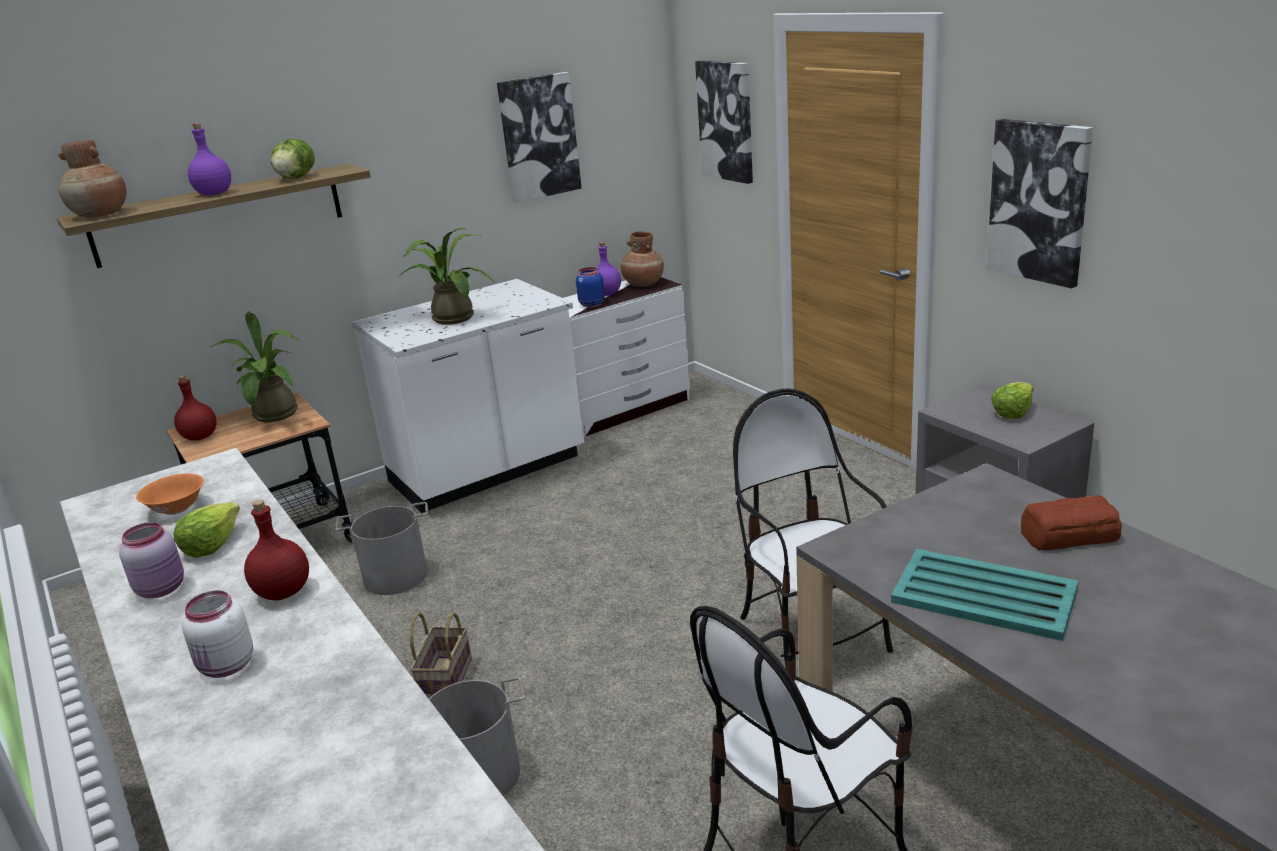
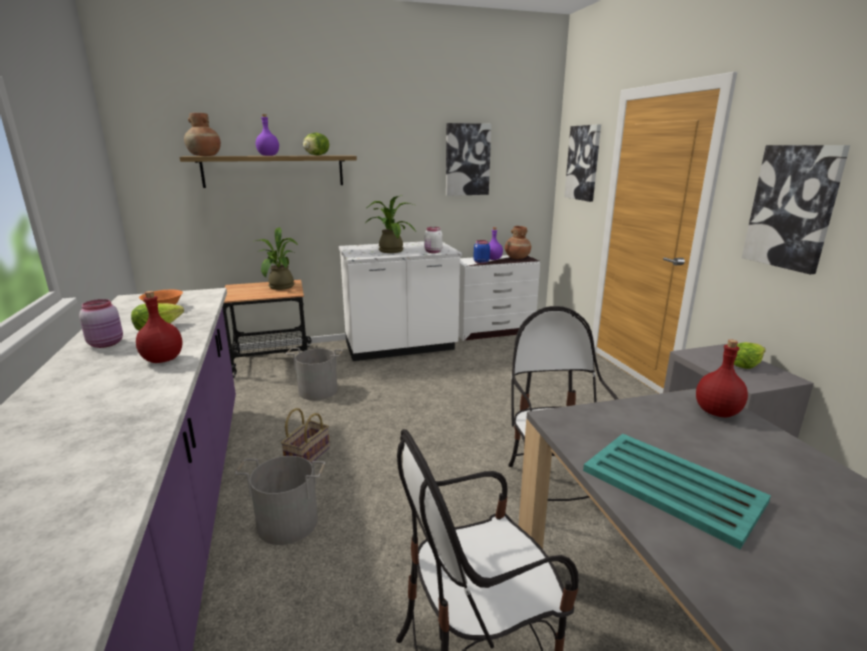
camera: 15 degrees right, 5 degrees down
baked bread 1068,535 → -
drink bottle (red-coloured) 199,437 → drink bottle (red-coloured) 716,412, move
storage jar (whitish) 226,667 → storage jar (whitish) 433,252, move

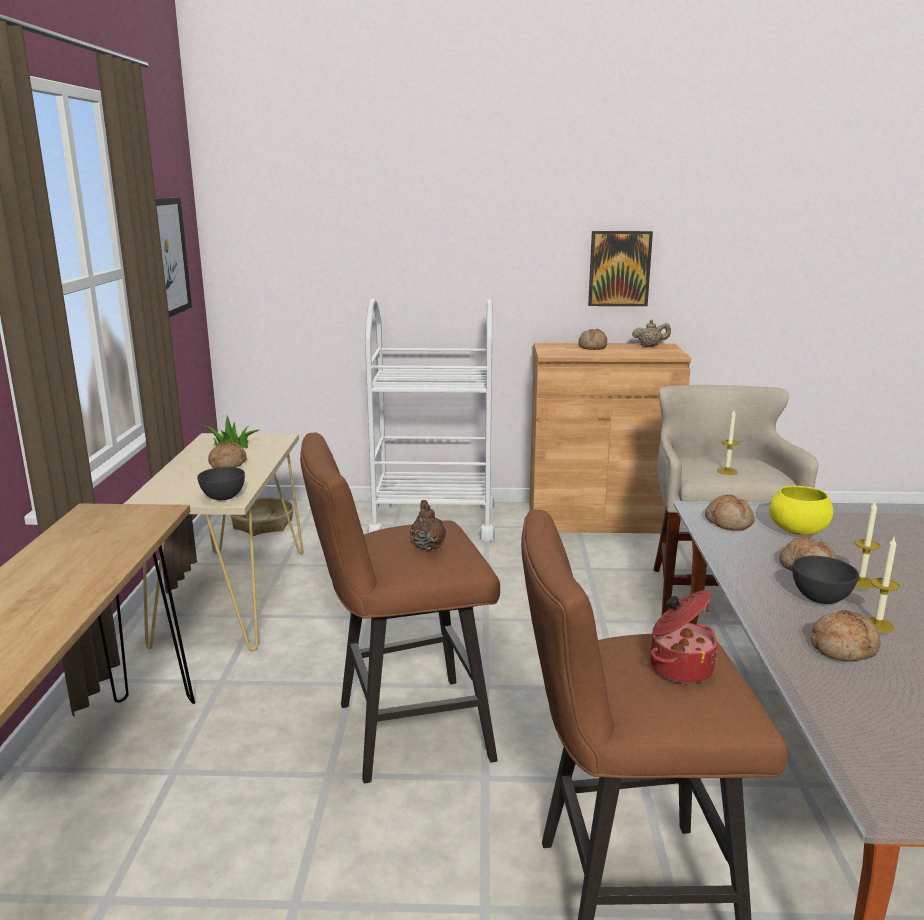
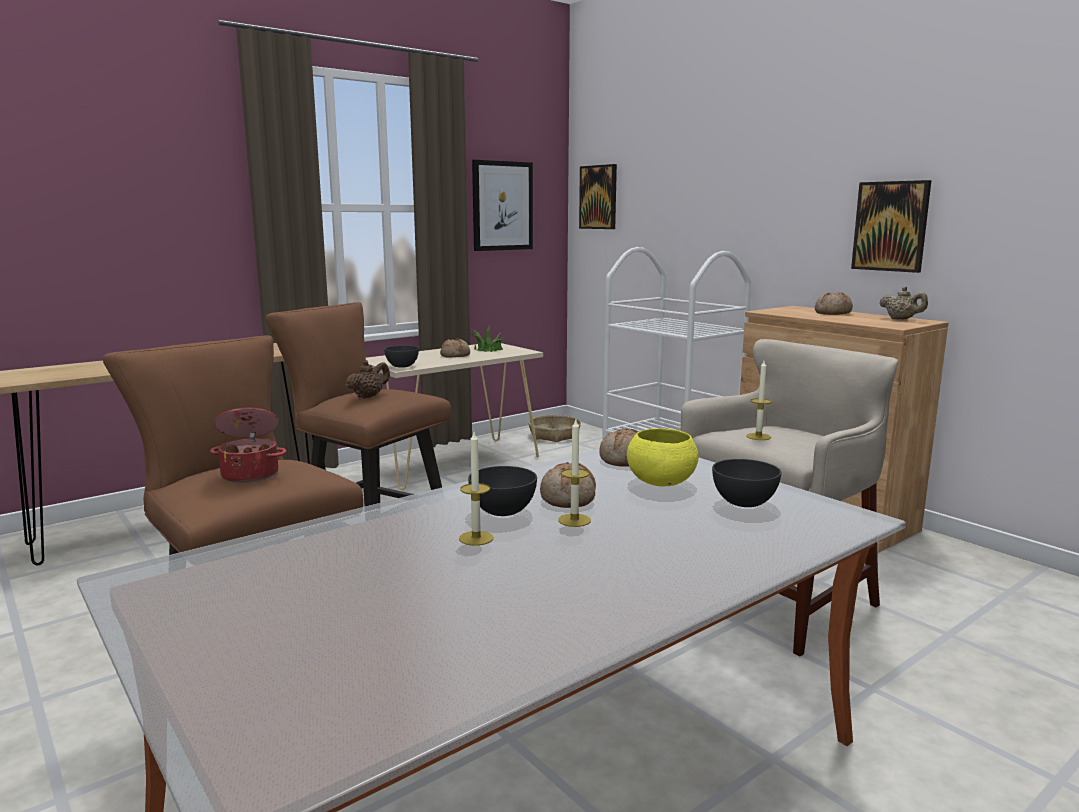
camera: 50 degrees right, 5 degrees down
baked bread 842,647 → -
- → picture 598,197
- → bowl (grey) 744,503

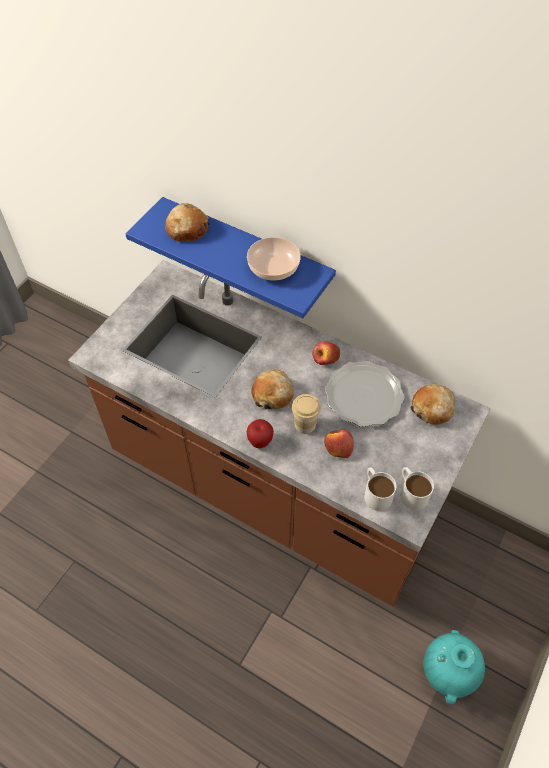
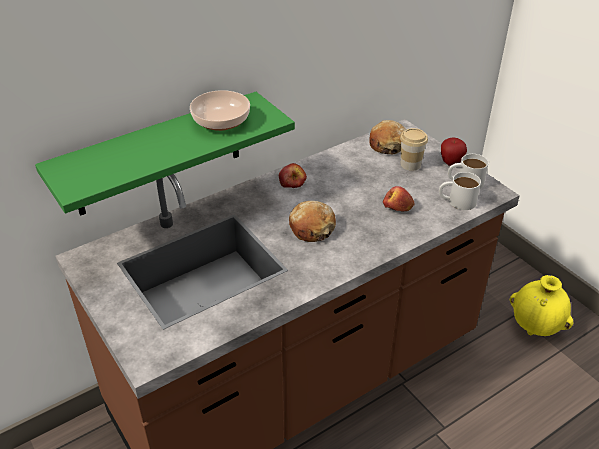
camera: 65 degrees left, 15 degrees down
baked bread 187,229 → -
dinner plate 364,396 → -
whole apple 260,442 → whole apple 451,163, move
drinking cup 305,424 → drinking cup 410,164, move
wall shelf (bluish) 246,254 → wall shelf (green-coloured) 158,155
flower vase (turquoise-coloured) 447,673 → flower vase (yellowish) 535,328

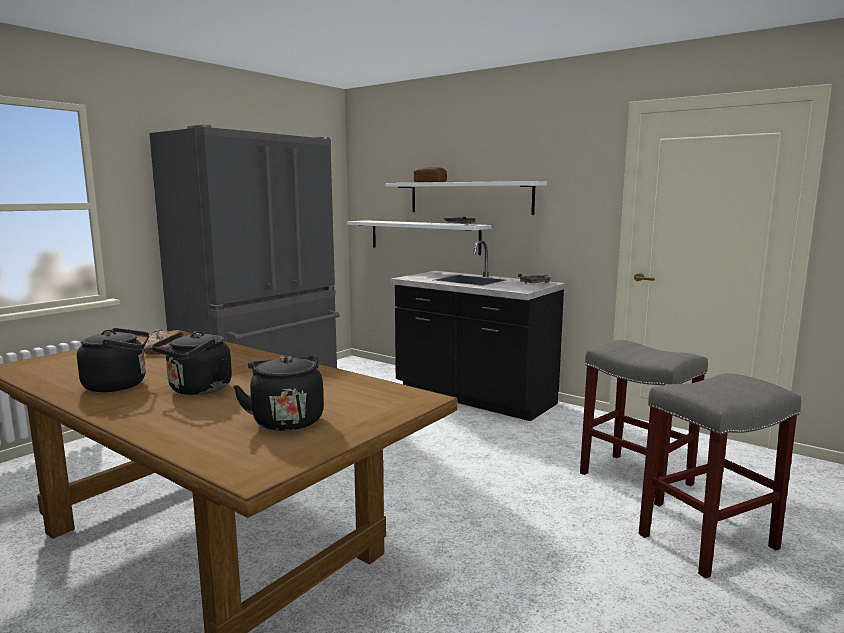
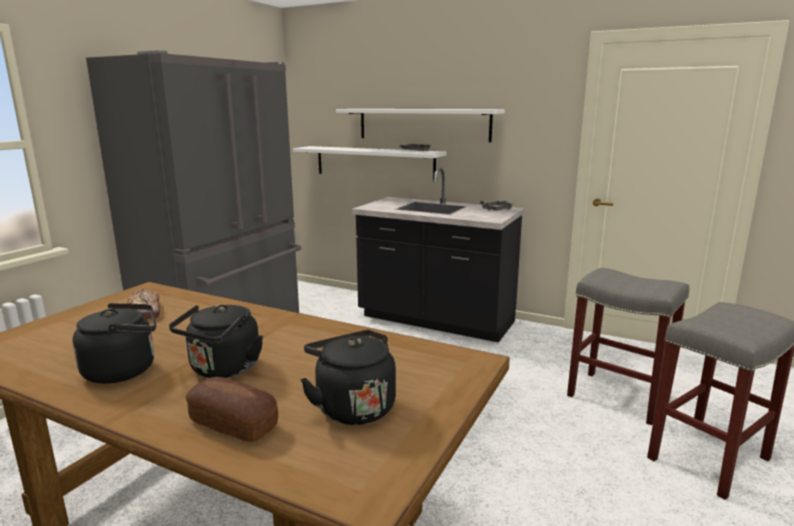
camera: 10 degrees left, 5 degrees up
baked bread 430,182 → baked bread 233,424, move

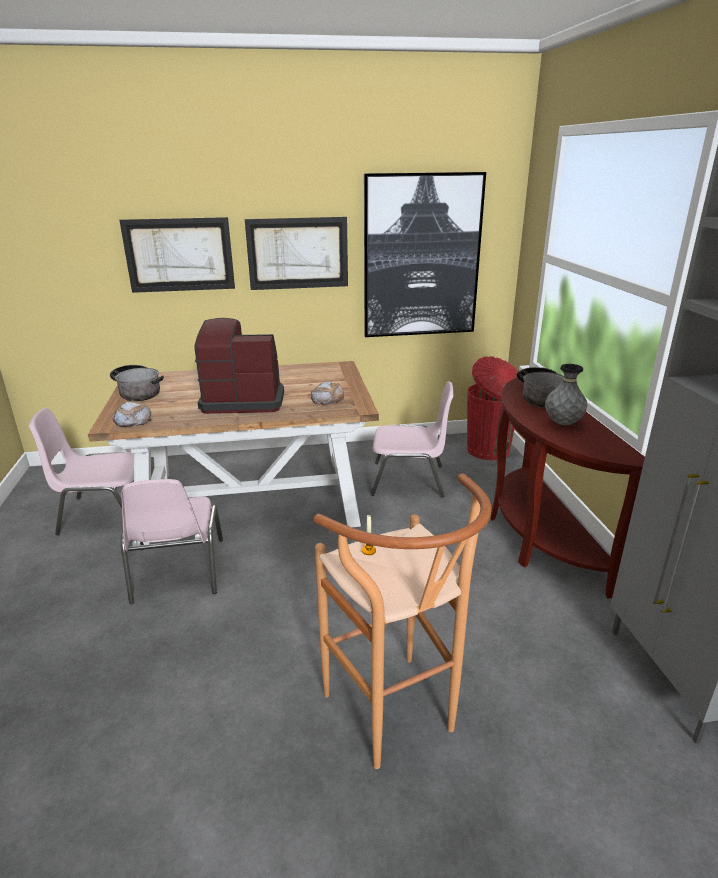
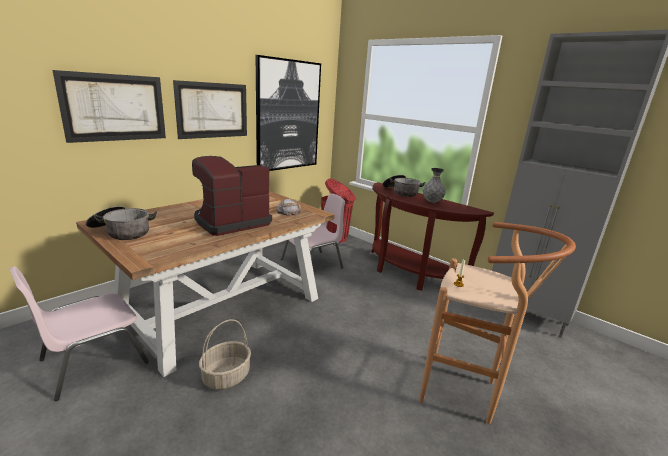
camera: 40 degrees left, 5 degrees down
baked bread 132,420 → -
chair (pink) 177,571 → basket 226,377

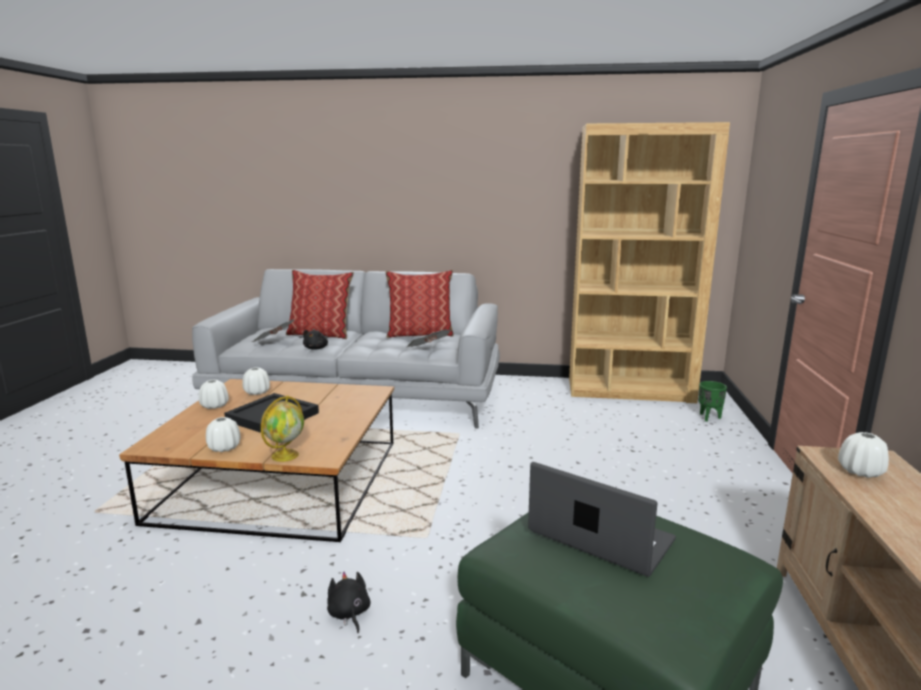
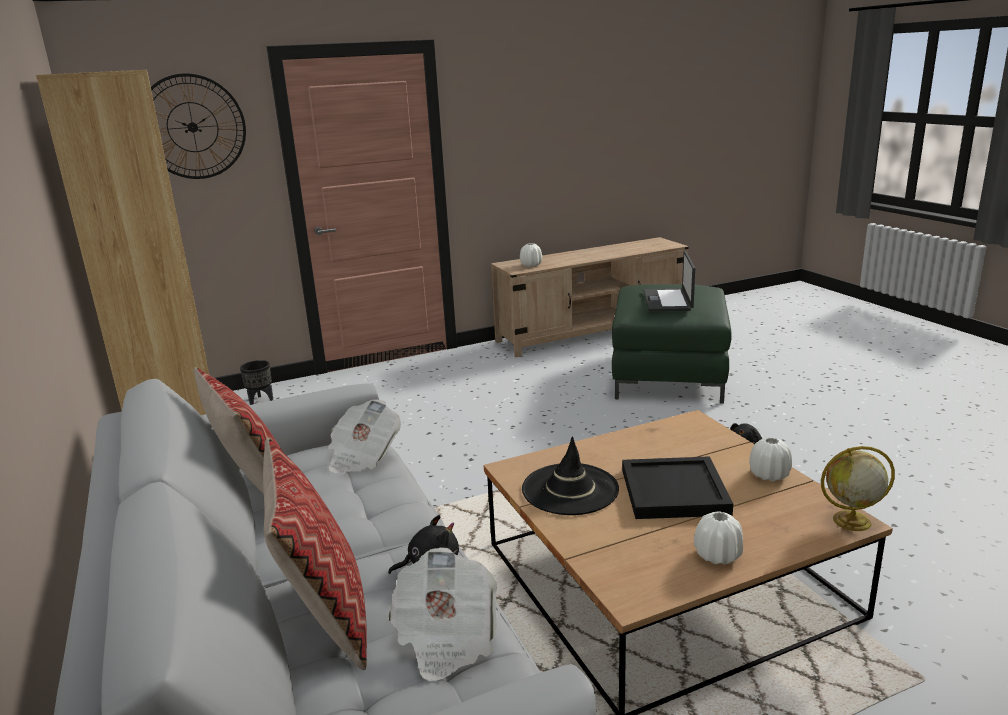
camera: 120 degrees left, 5 degrees up
flower vase (whitish) 257,392 → -
- → wall clock 192,127
- → wearable hat (blackish) 570,489
globe 285,455 → globe 850,521, move
planter (green-coloured) 708,417 → planter (blackish) 260,401

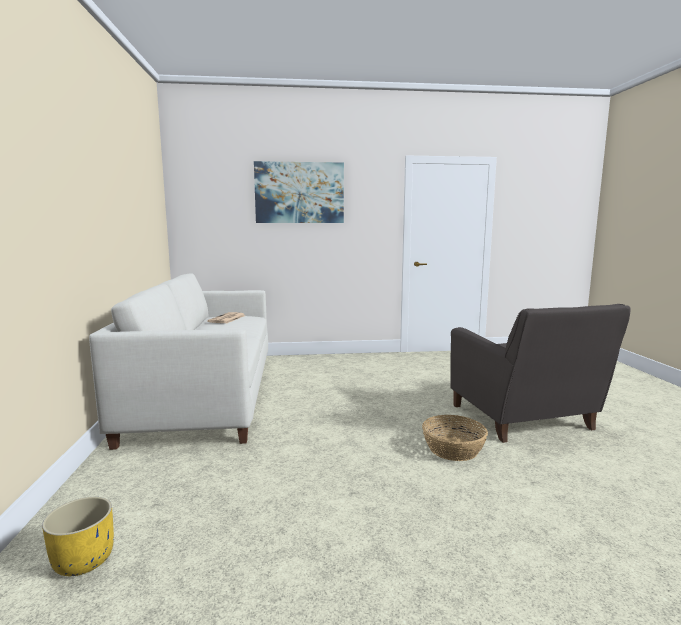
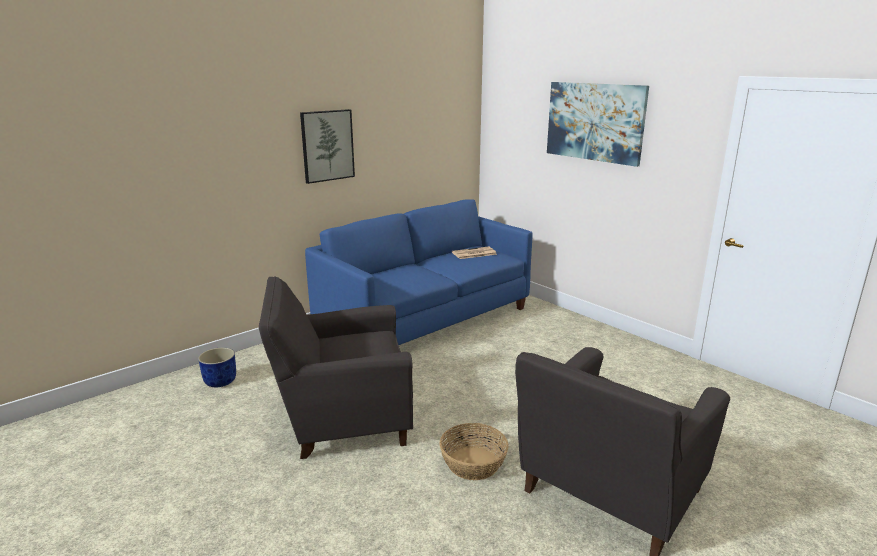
camera: 55 degrees right, 10 degrees up
- → easy chair (grey) 341,419
- → picture 327,145
planter (yellowish) 83,560 → planter (bluish) 220,381
sofa (whitish) 205,397 → sofa (bluish) 424,319

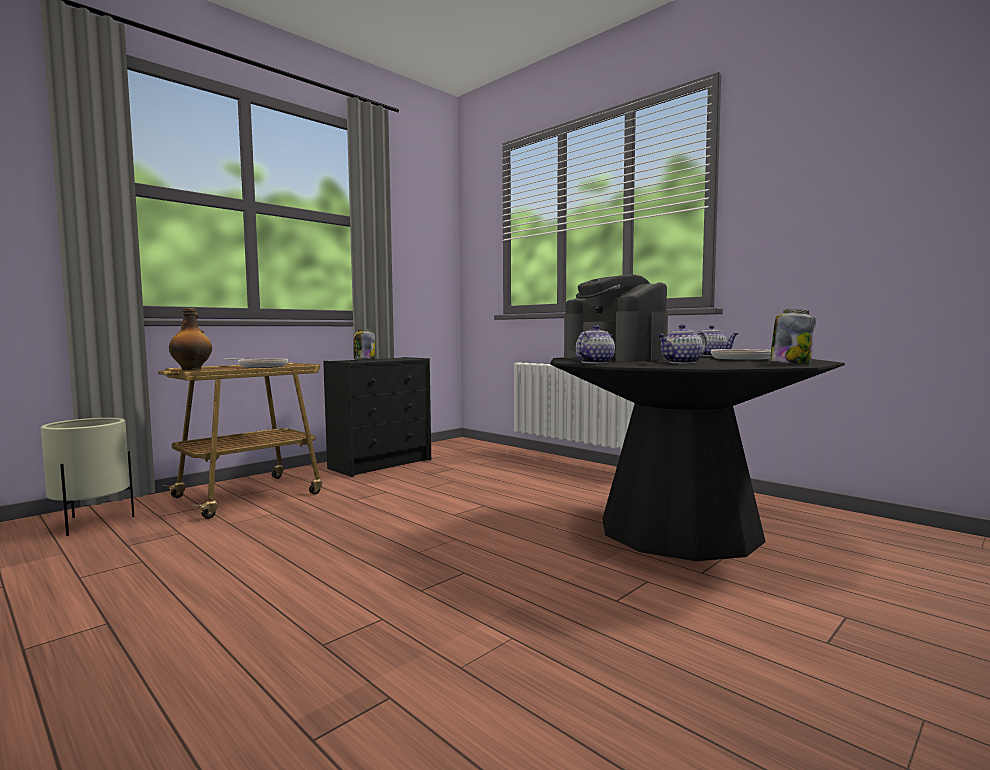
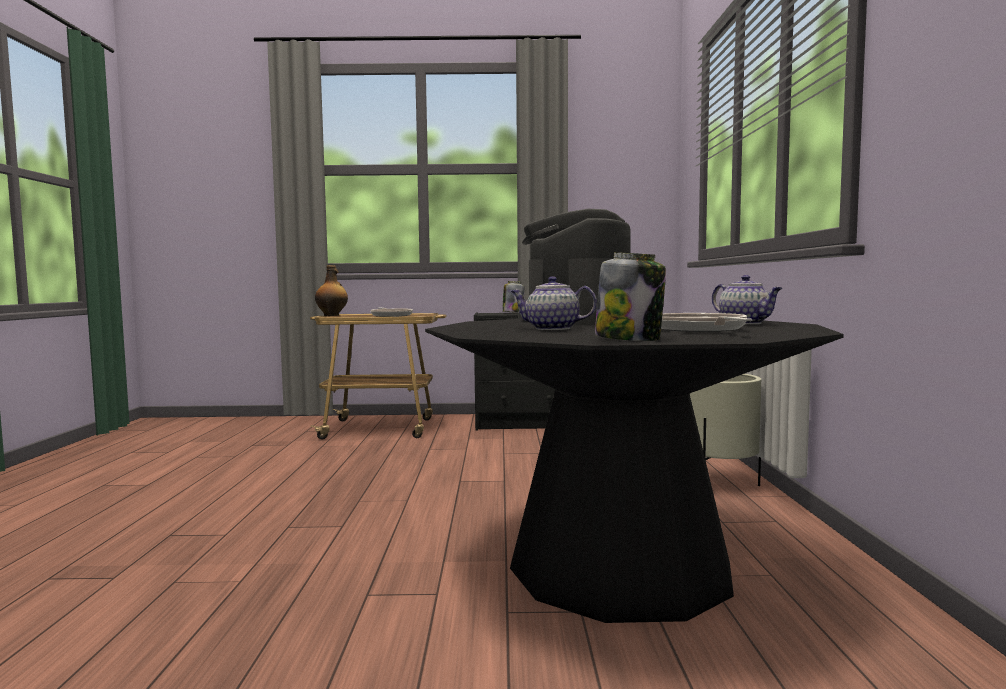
camera: 45 degrees right, 0 degrees up
tea pot 595,363 → -
planter (beige-coloured) 92,523 → planter (beige-coloured) 719,483, move

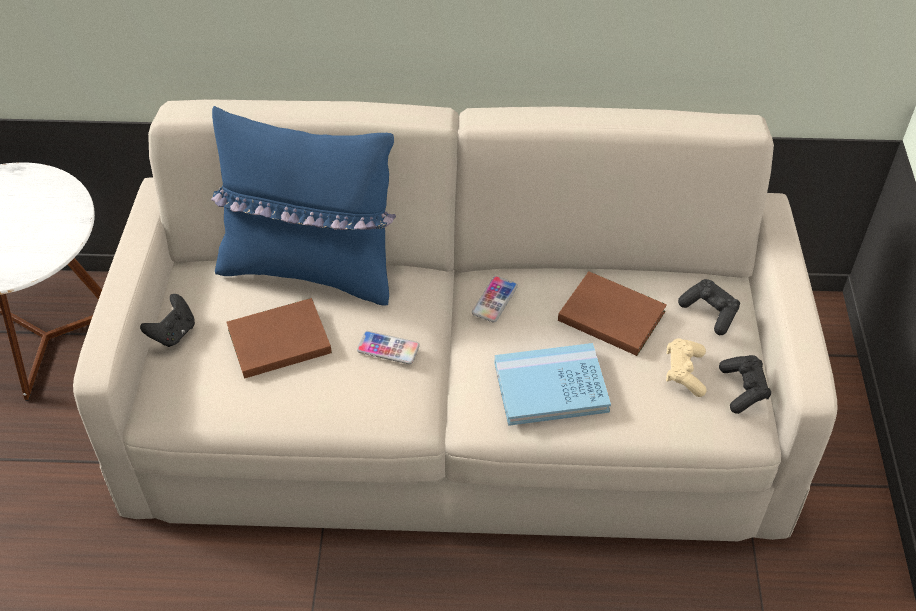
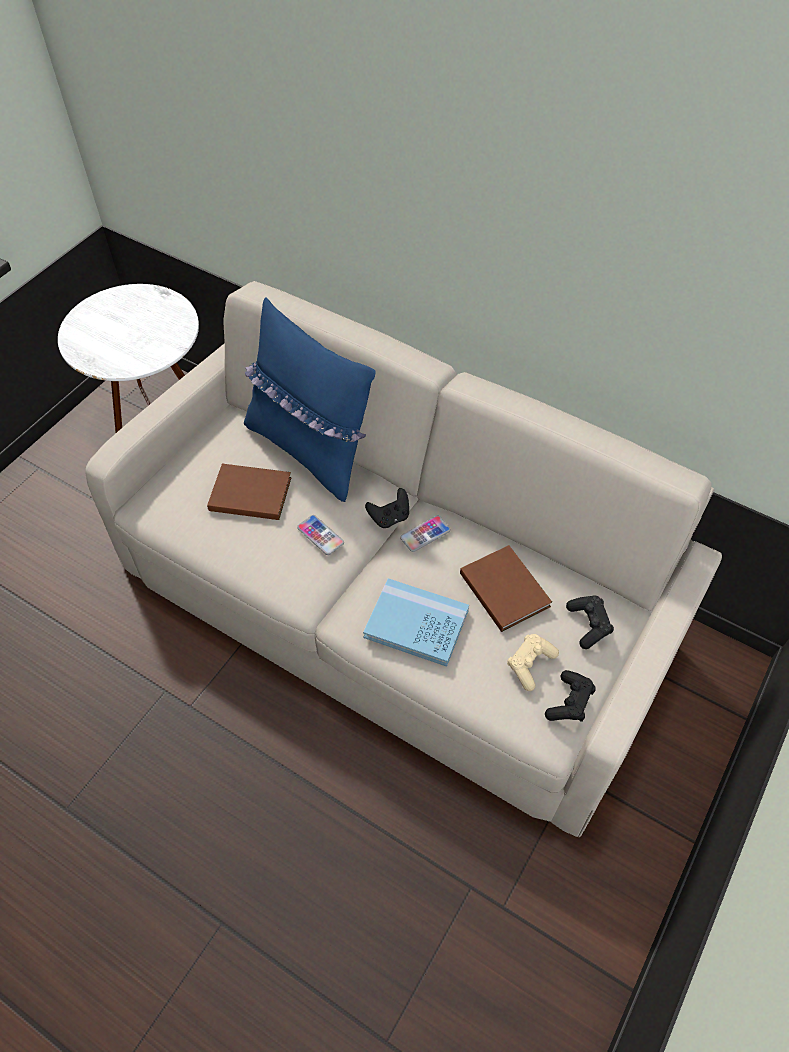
camera: 30 degrees right, 5 degrees up
game controller (blackish) 173,333 → game controller (blackish) 389,517, move

